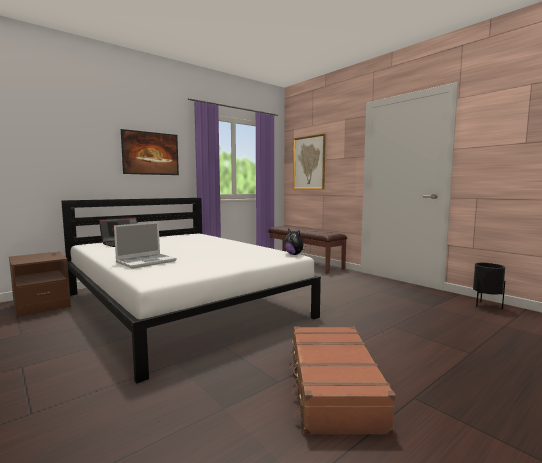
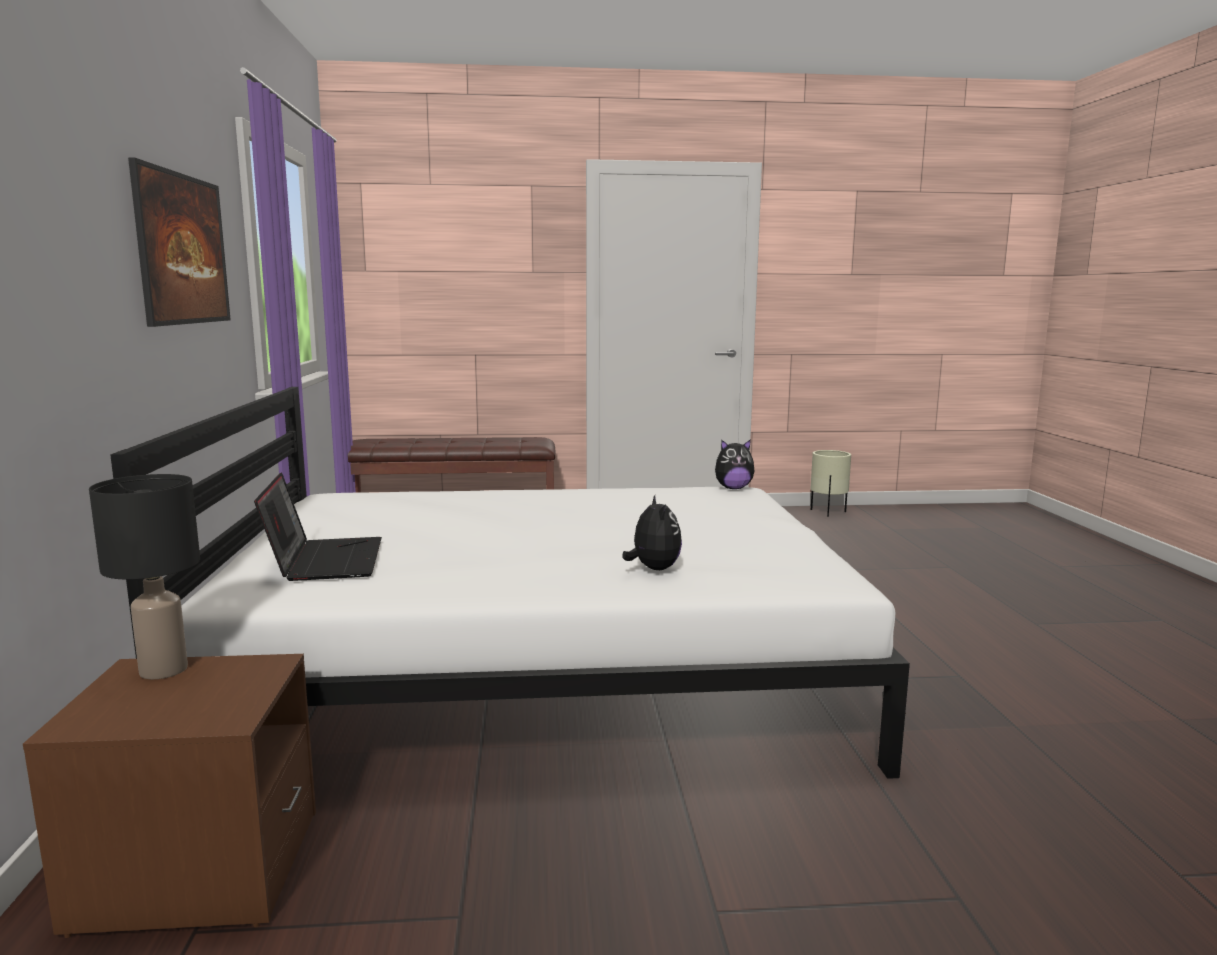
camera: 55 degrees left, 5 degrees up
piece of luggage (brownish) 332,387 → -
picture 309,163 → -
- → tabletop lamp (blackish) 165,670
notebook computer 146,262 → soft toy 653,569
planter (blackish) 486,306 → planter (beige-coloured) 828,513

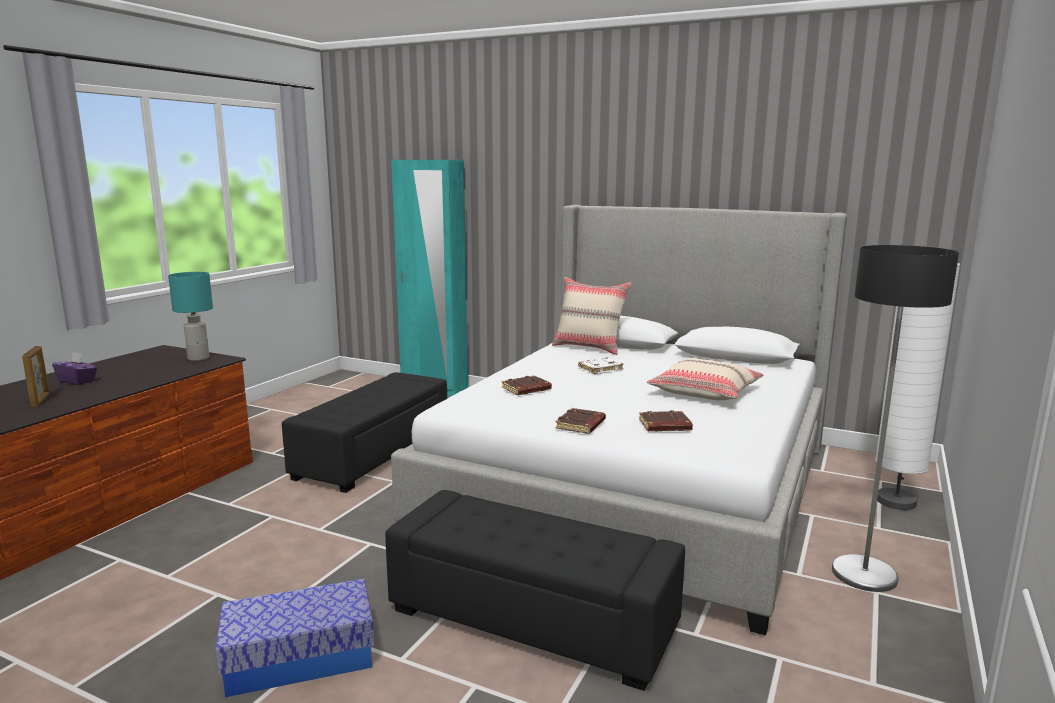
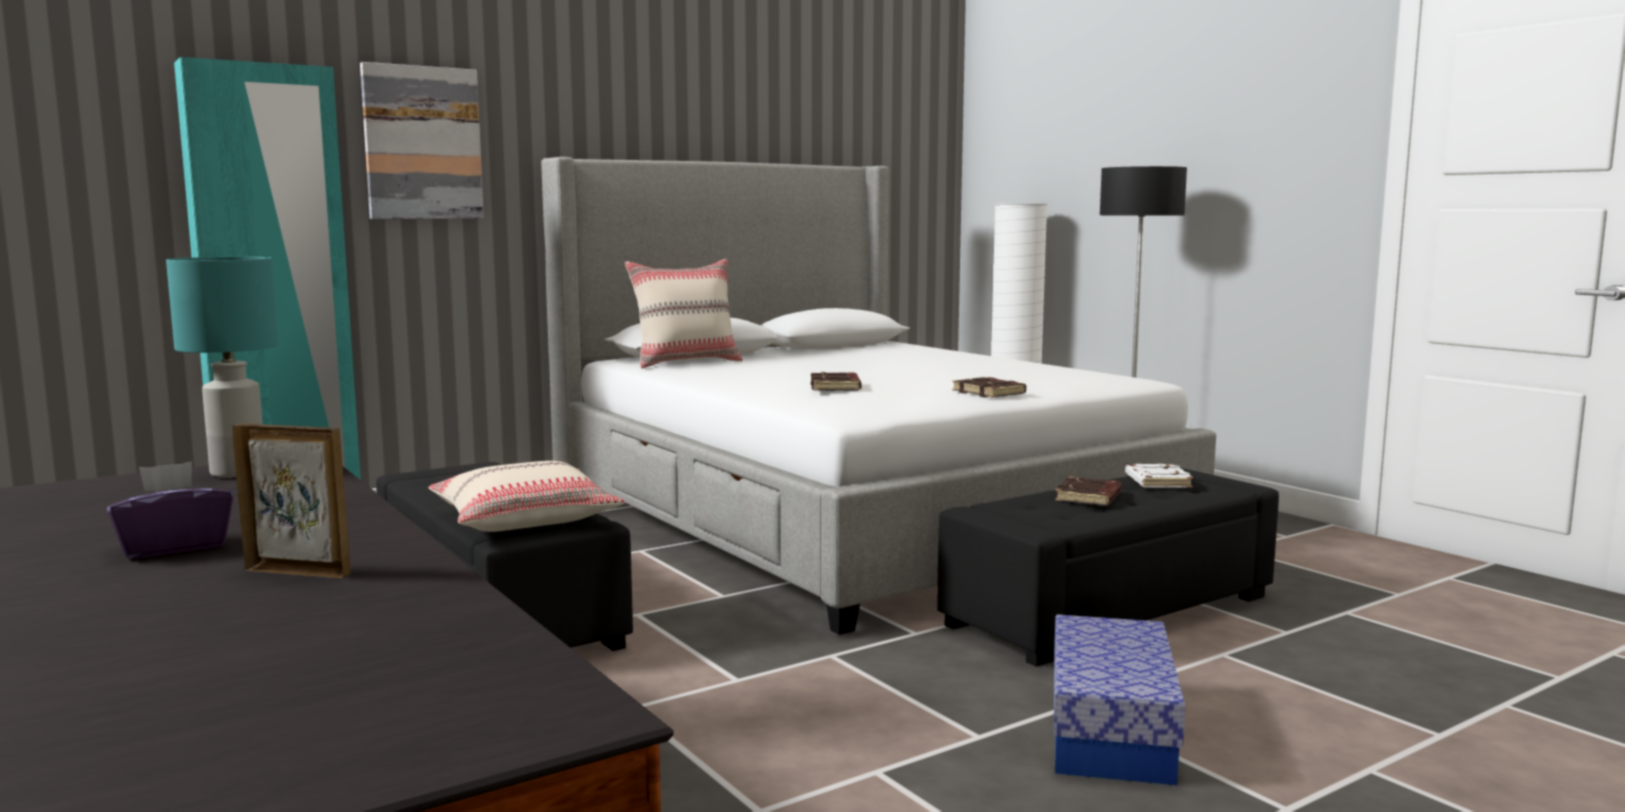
camera: 60 degrees left, 5 degrees down
- → picture 422,143
bound book (whitish) 600,369 → bound book (whitish) 1156,482, move
bound book (brownish) 664,426 → bound book (brownish) 1089,498, move
pillow (beige-coloured) 705,392 → pillow (beige-coloured) 525,519, move

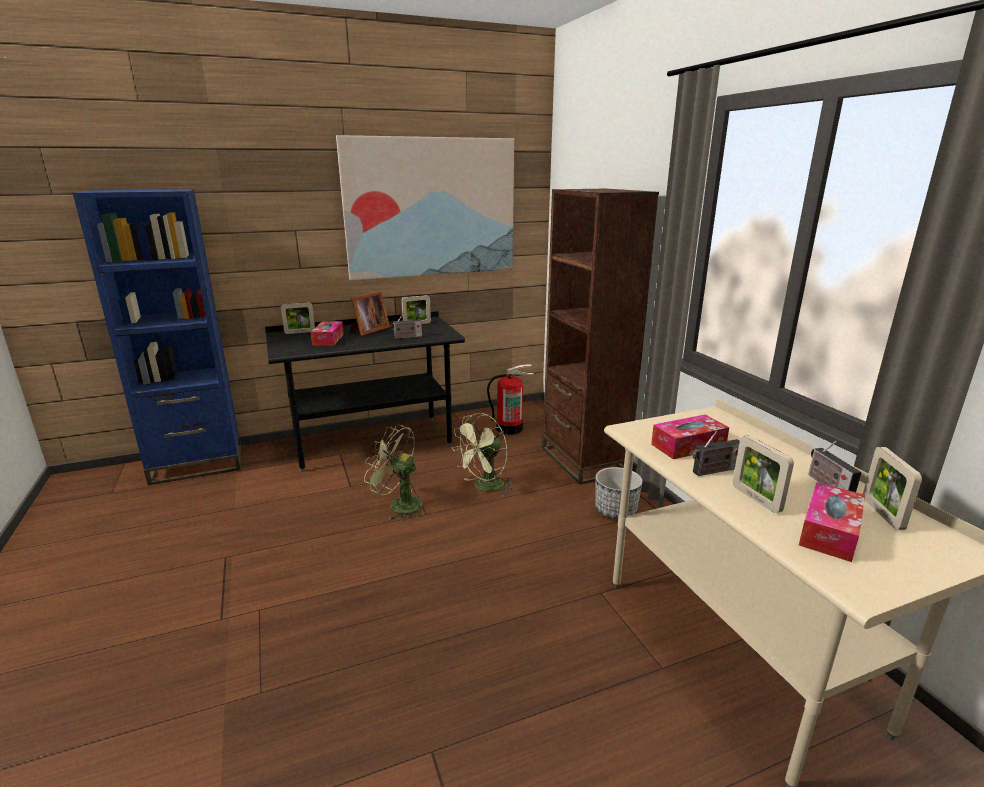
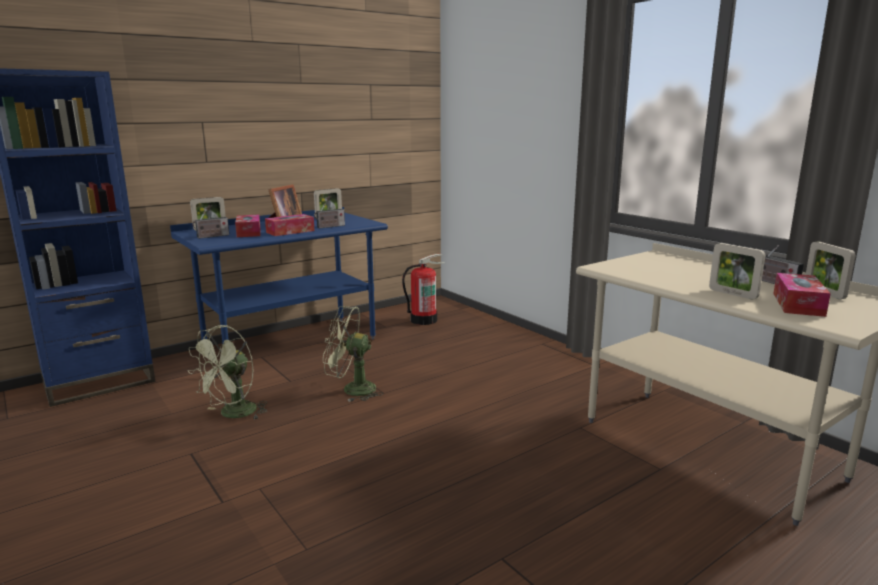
camera: 15 degrees left, 5 degrees down
picture 431,208 → -
bookshelf (brownish) 583,460 → -
planter 616,511 → -
fan (green-coloured) 485,488 → fan (green-coloured) 233,414, move
tissue holder 688,446 → tissue holder 290,231, move
radio receiver 714,471 → radio receiver 211,236, move
desk (blackish) 373,443 → desk (bluish) 291,344

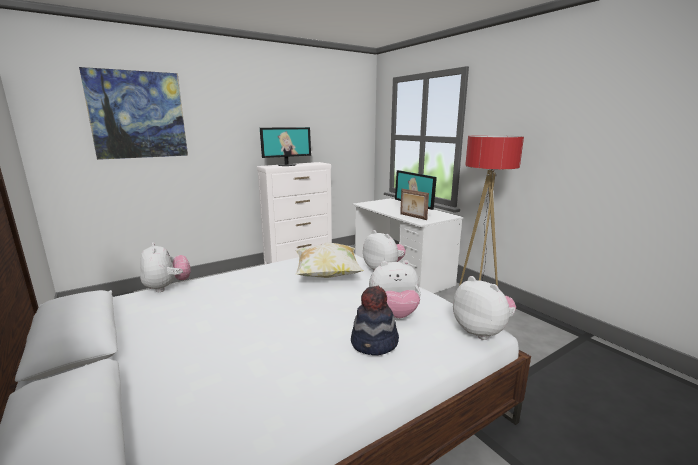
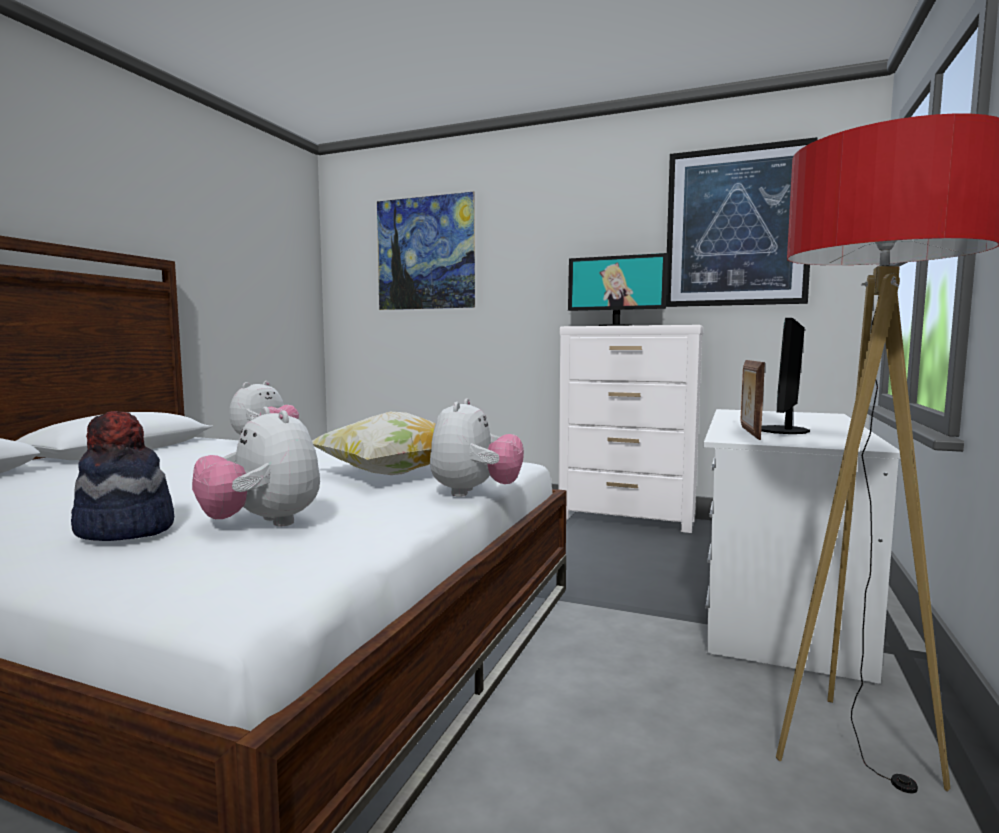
camera: 55 degrees right, 10 degrees down
soft toy 481,331 → -
- → picture 737,227

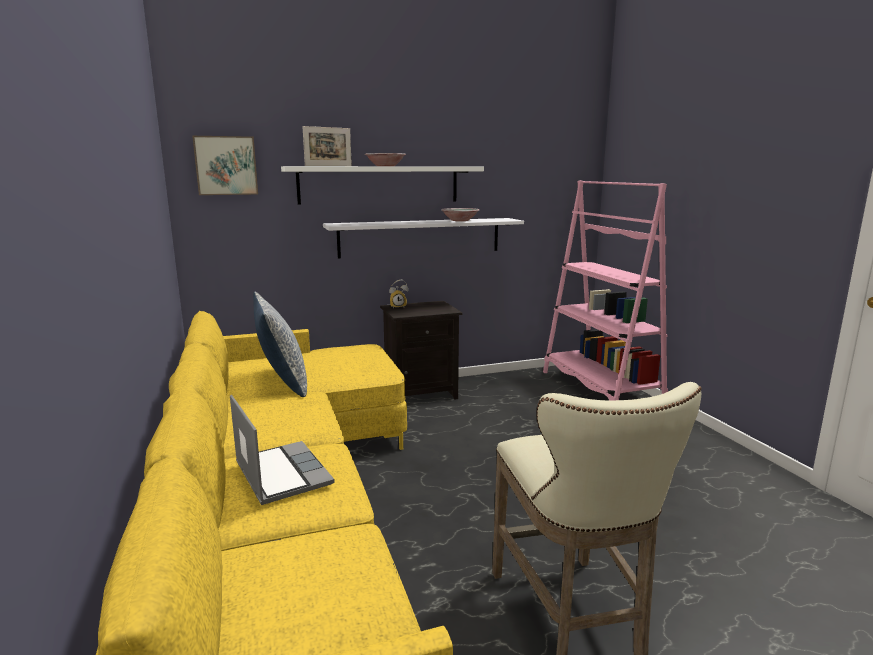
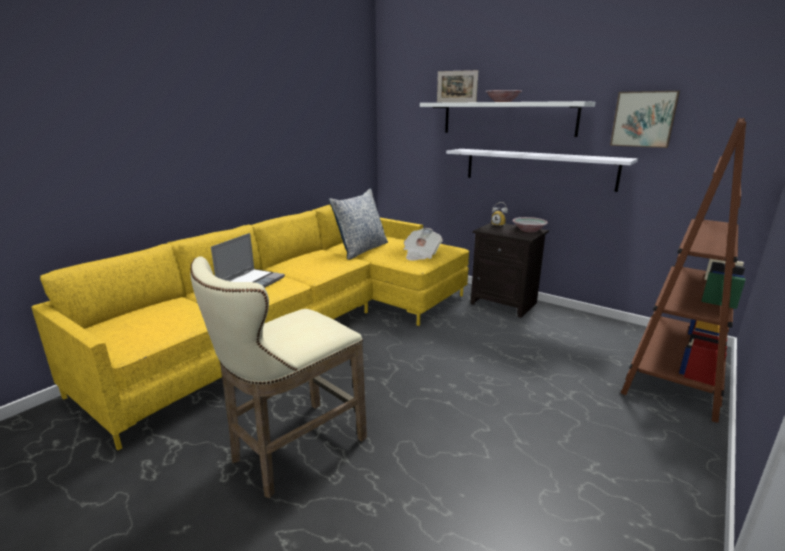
camera: 55 degrees right, 5 degrees up
- → printed paper 420,255
picture 226,165 → picture 643,119, move
bowl 460,220 → bowl 529,230, move
bookshelf (pink) 600,389 → bookshelf (brownish) 675,371

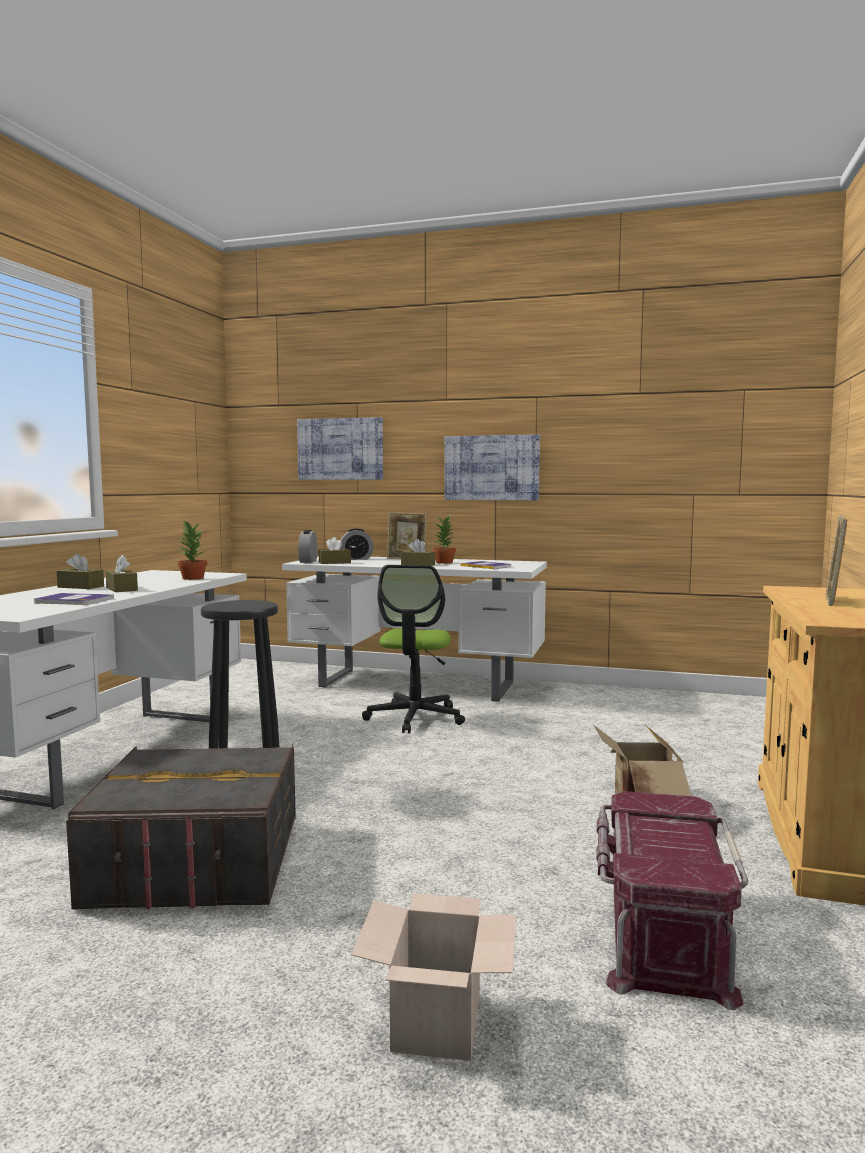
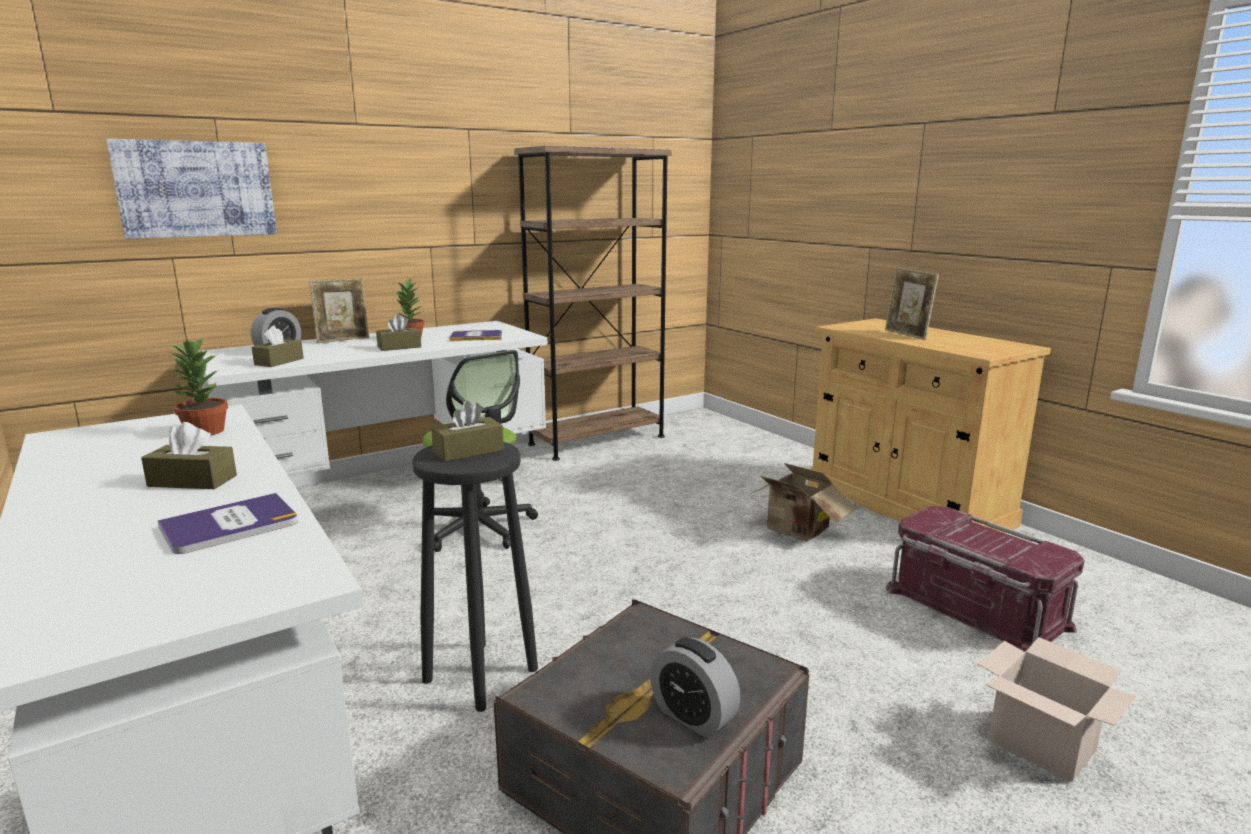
camera: 50 degrees left, 10 degrees up
picture 491,468 → -
- → bookshelf (brownish) 597,440
tissue holder (brownish) 81,587 → tissue holder (brownish) 468,451, move
bedside clock 308,561 → bedside clock 693,716, move

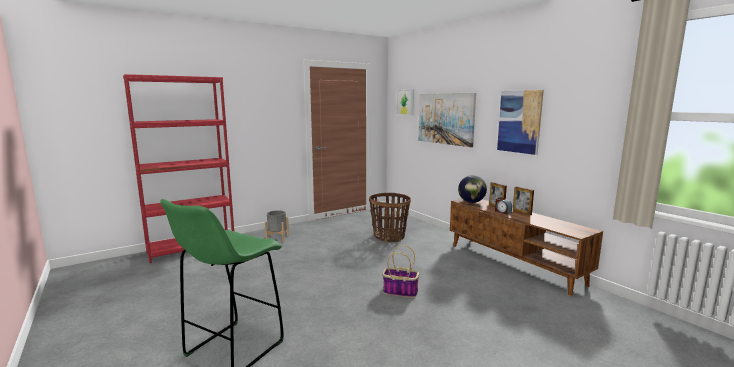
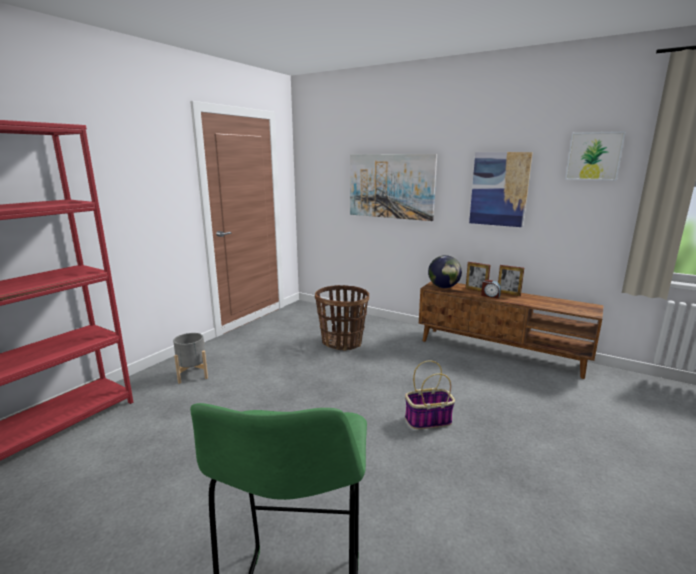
camera: 25 degrees left, 5 degrees up
picture 405,102 → picture 594,156, move

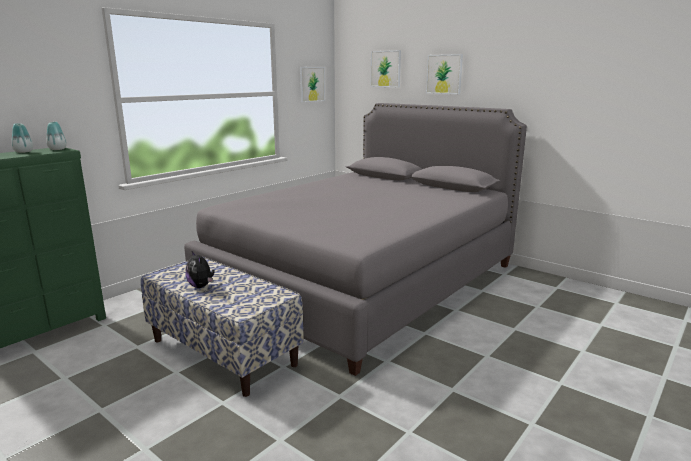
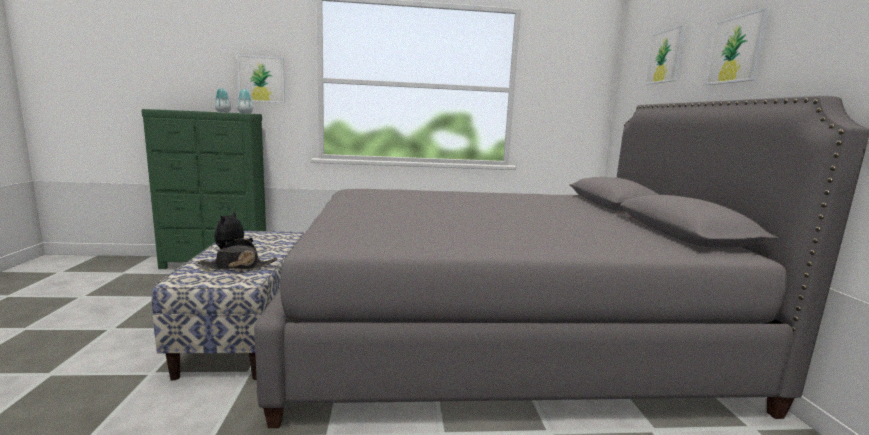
camera: 45 degrees right, 5 degrees down
- → wearable hat (blackish) 237,266
picture 312,84 → picture 261,79, move

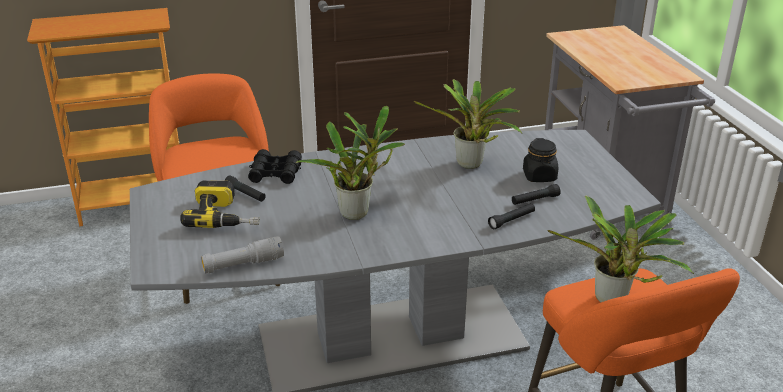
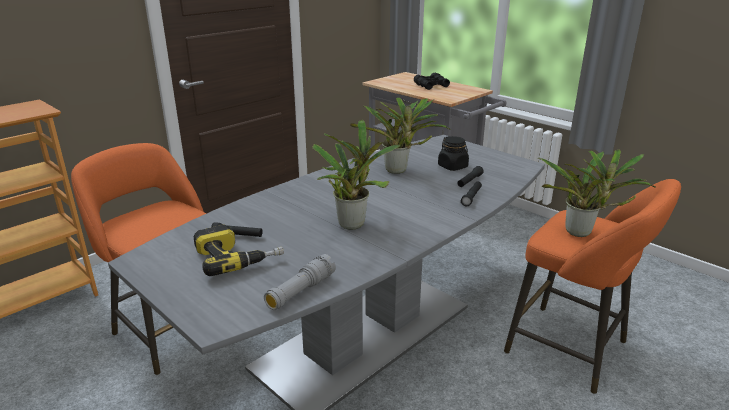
camera: 30 degrees left, 5 degrees down
pair of binoculars (blackish) 275,173 → pair of binoculars (blackish) 431,85, move

